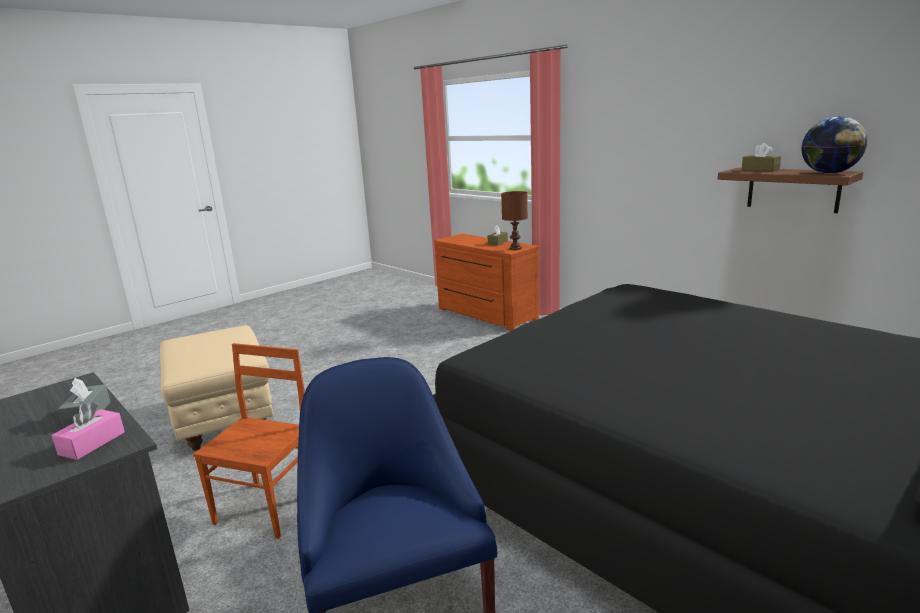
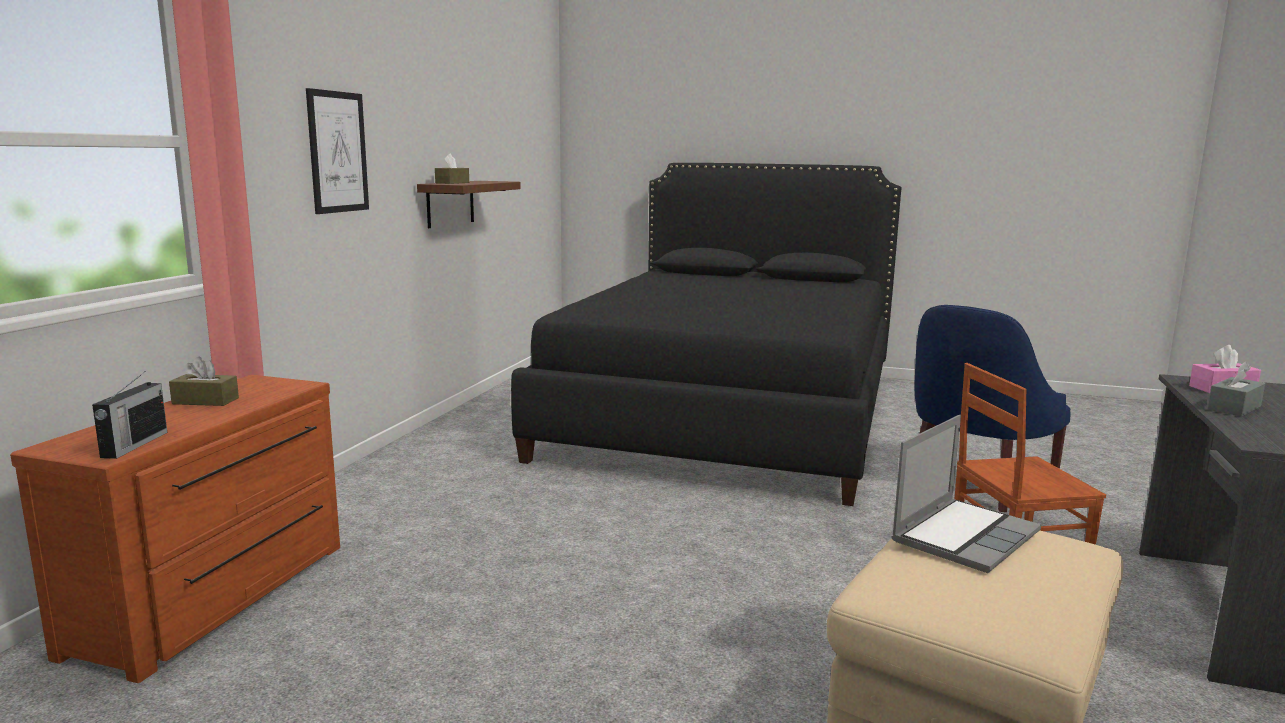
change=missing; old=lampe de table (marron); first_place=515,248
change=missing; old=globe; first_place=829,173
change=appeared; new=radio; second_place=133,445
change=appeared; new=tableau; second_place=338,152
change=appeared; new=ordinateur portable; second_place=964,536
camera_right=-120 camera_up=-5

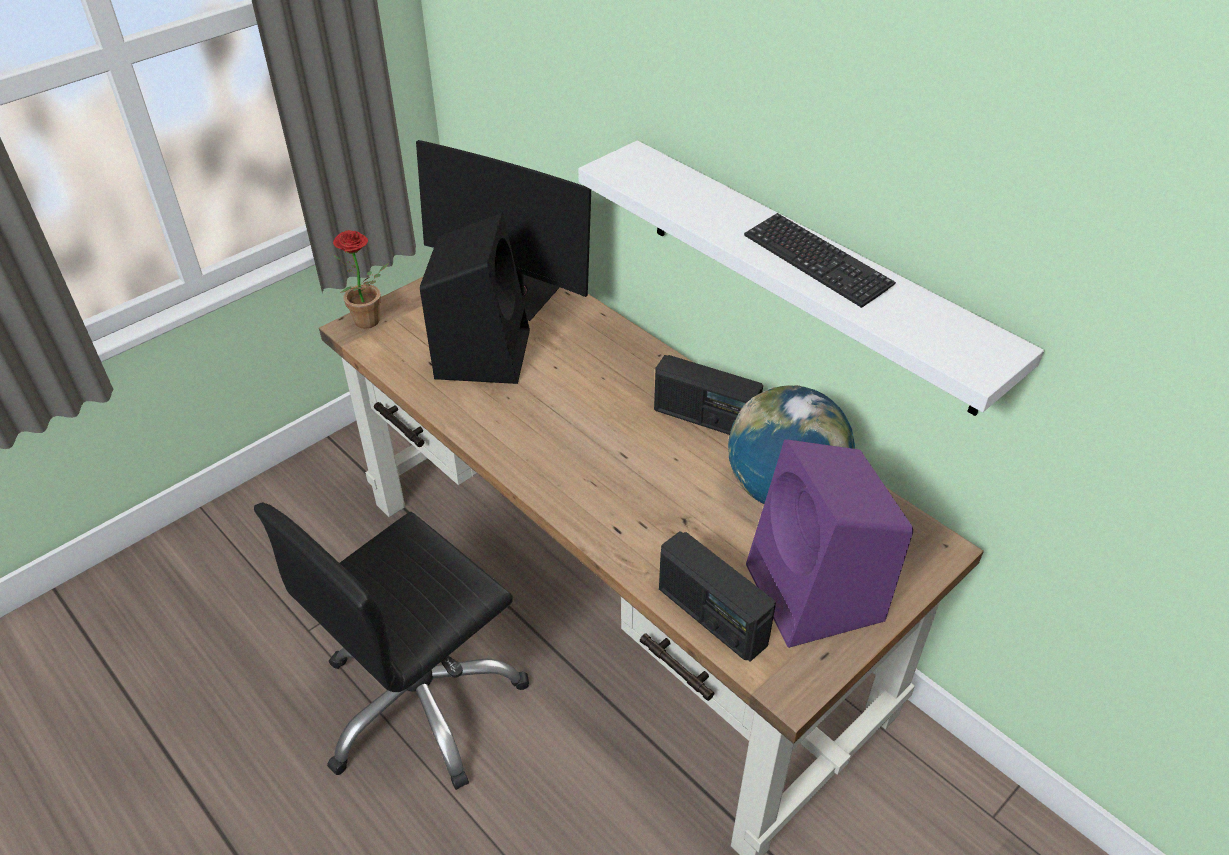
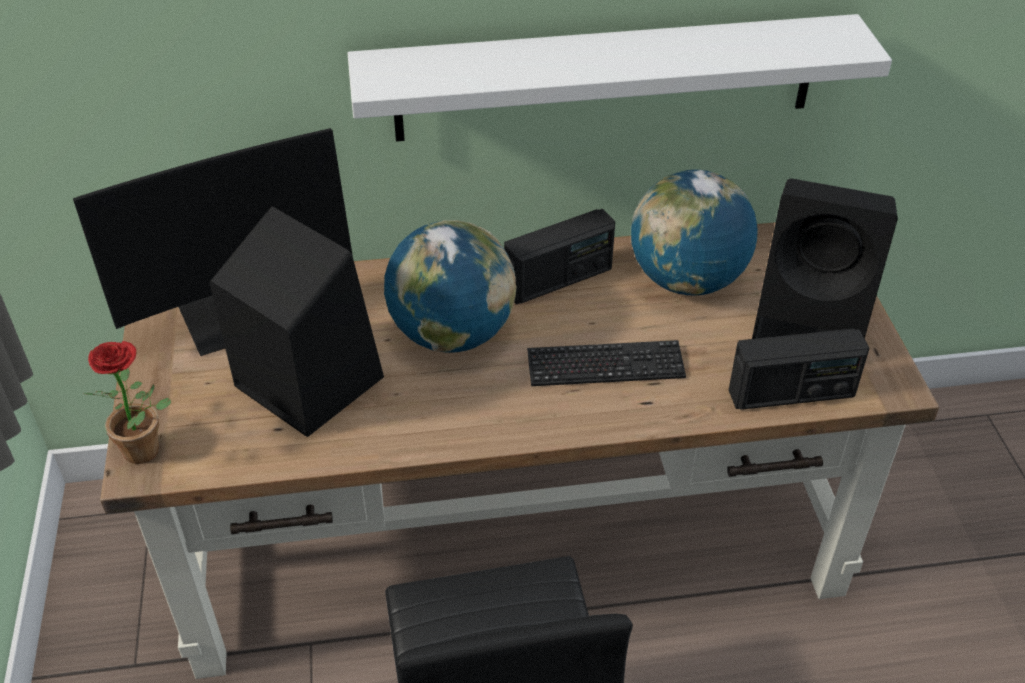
change=relocated; old=clavier; first_place=816,262; second_place=605,366
change=colour; old=enceinte (violet); new=enceinte (noir); first_place=816,595; second_place=813,323
change=appeared; new=globe; second_place=452,335
camera_right=-55 camera_up=0

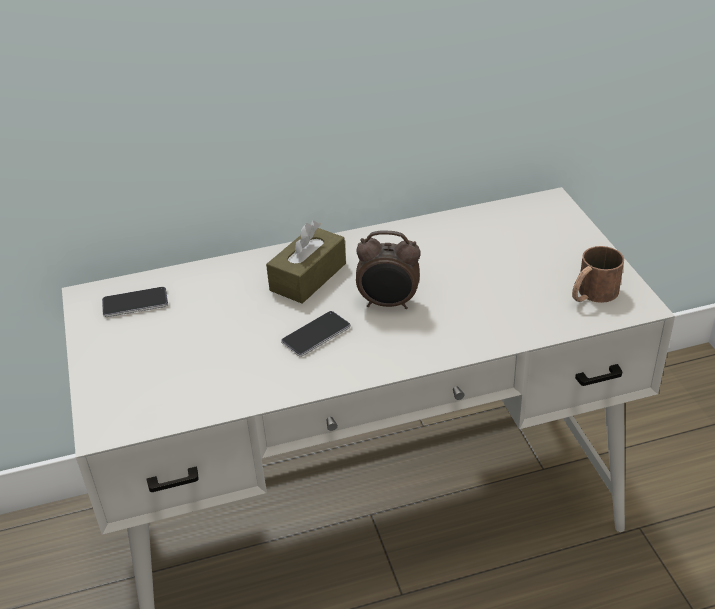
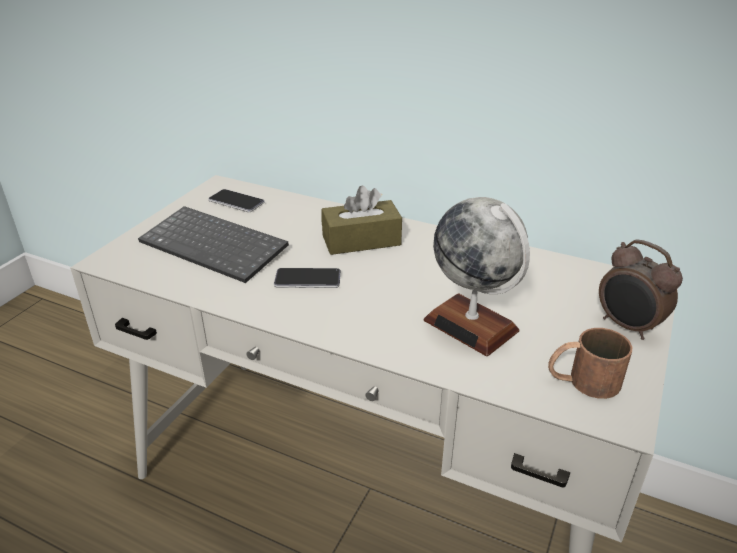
change=relocated; old=réveil; first_place=388,304; second_place=627,326
change=appeared; new=clavier; second_place=216,245
change=appeared; new=globe; second_place=471,325
camera_right=40 camera_up=-5

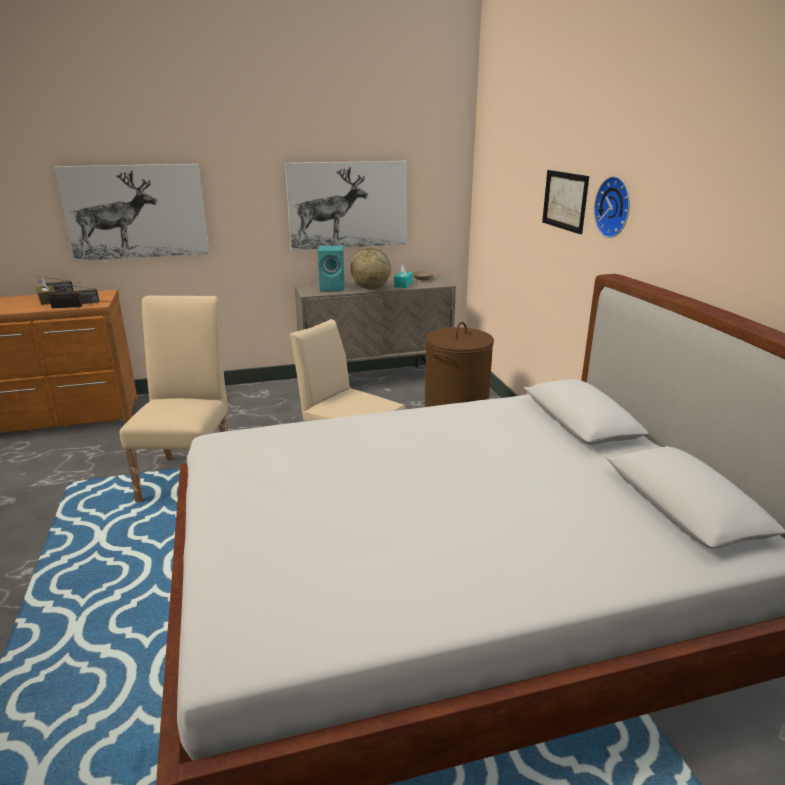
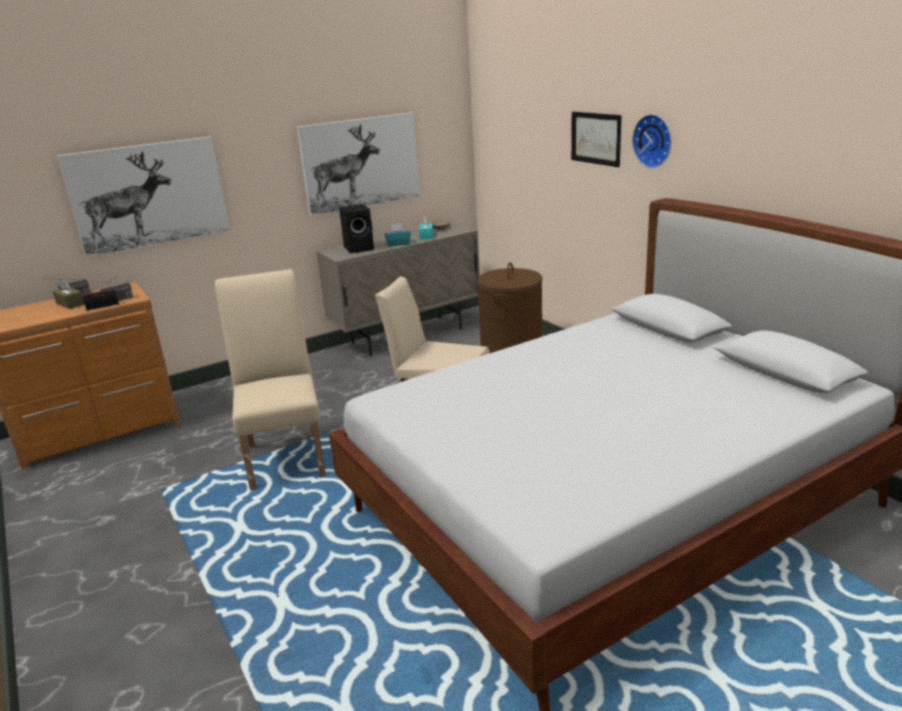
change=colour; old=enceinte (turquoise); new=enceinte (noir); first_place=333,287; second_place=360,248
change=exchanged; old=globe; new=boîte à mouchoirs (turquoise); first_place=370,288; second_place=398,243
camera_right=-15 camera_up=0

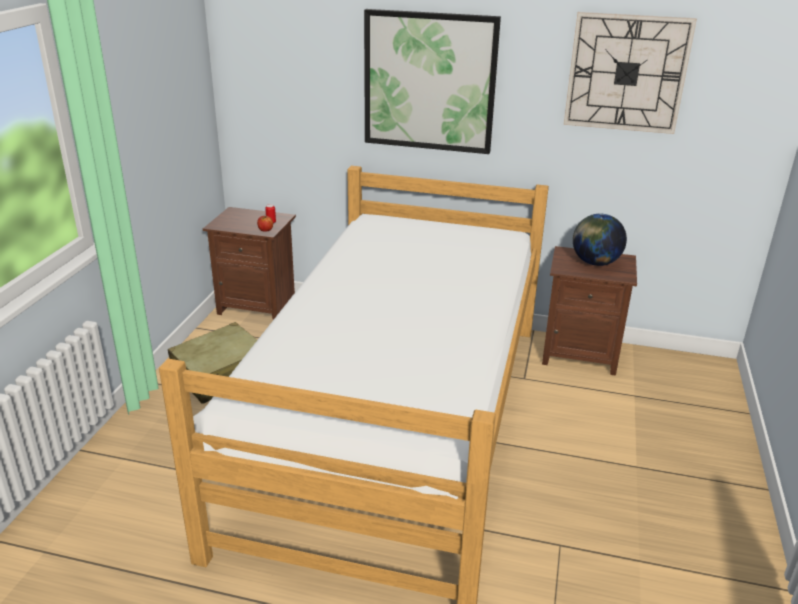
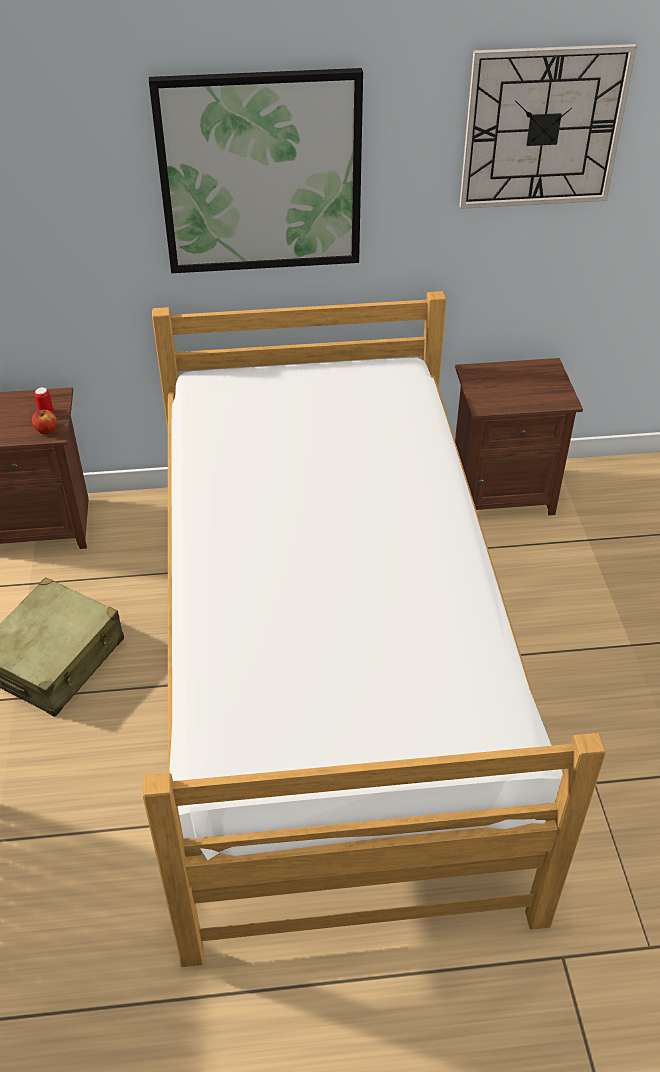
change=missing; old=globe; first_place=595,263
camera_right=-20 camera_up=15

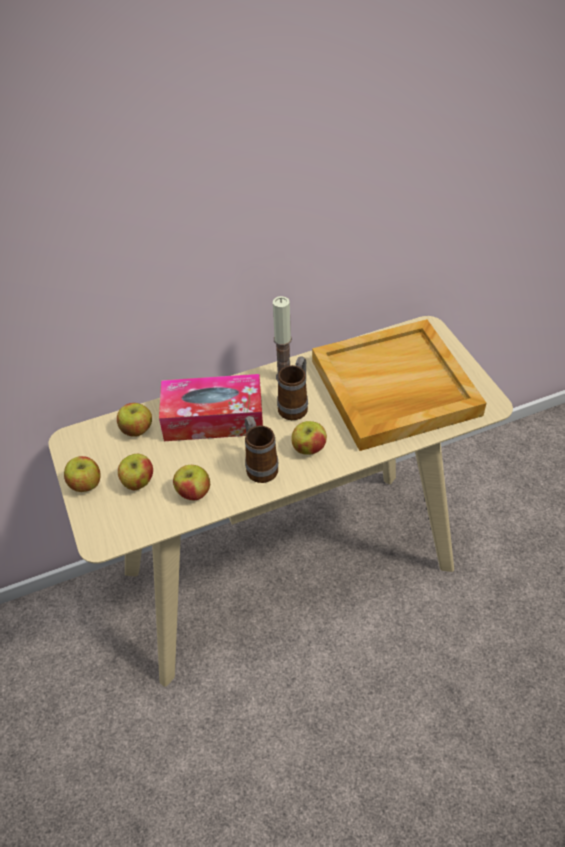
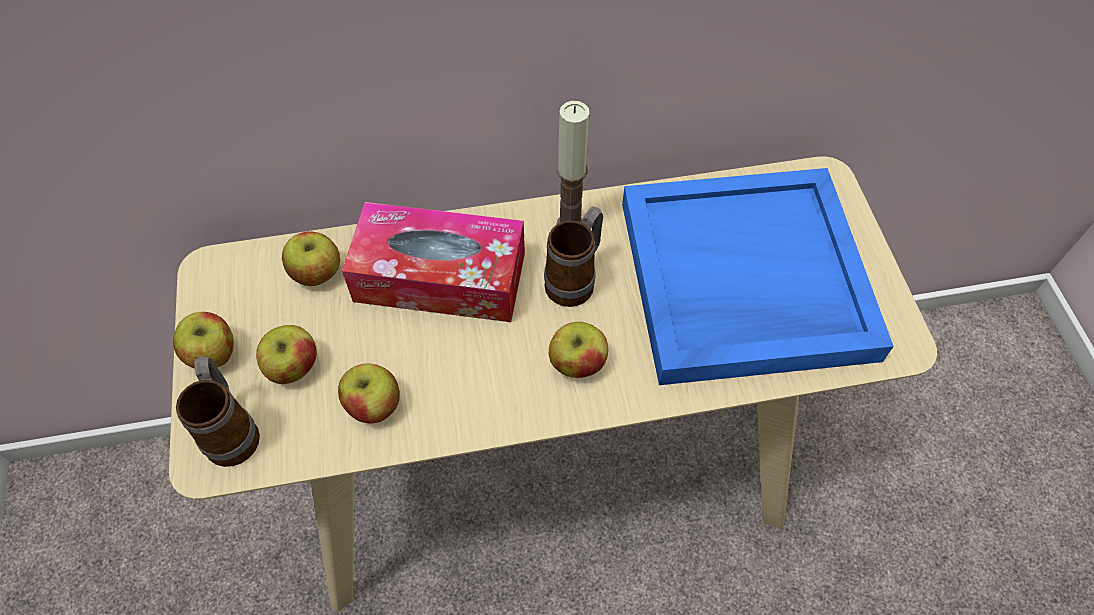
change=relocated; old=mug; first_place=259,465; second_place=233,430
change=colour; old=plateau (beige); new=plateau (bleu); first_place=394,388; second_place=743,280
camera_right=10 camera_up=10

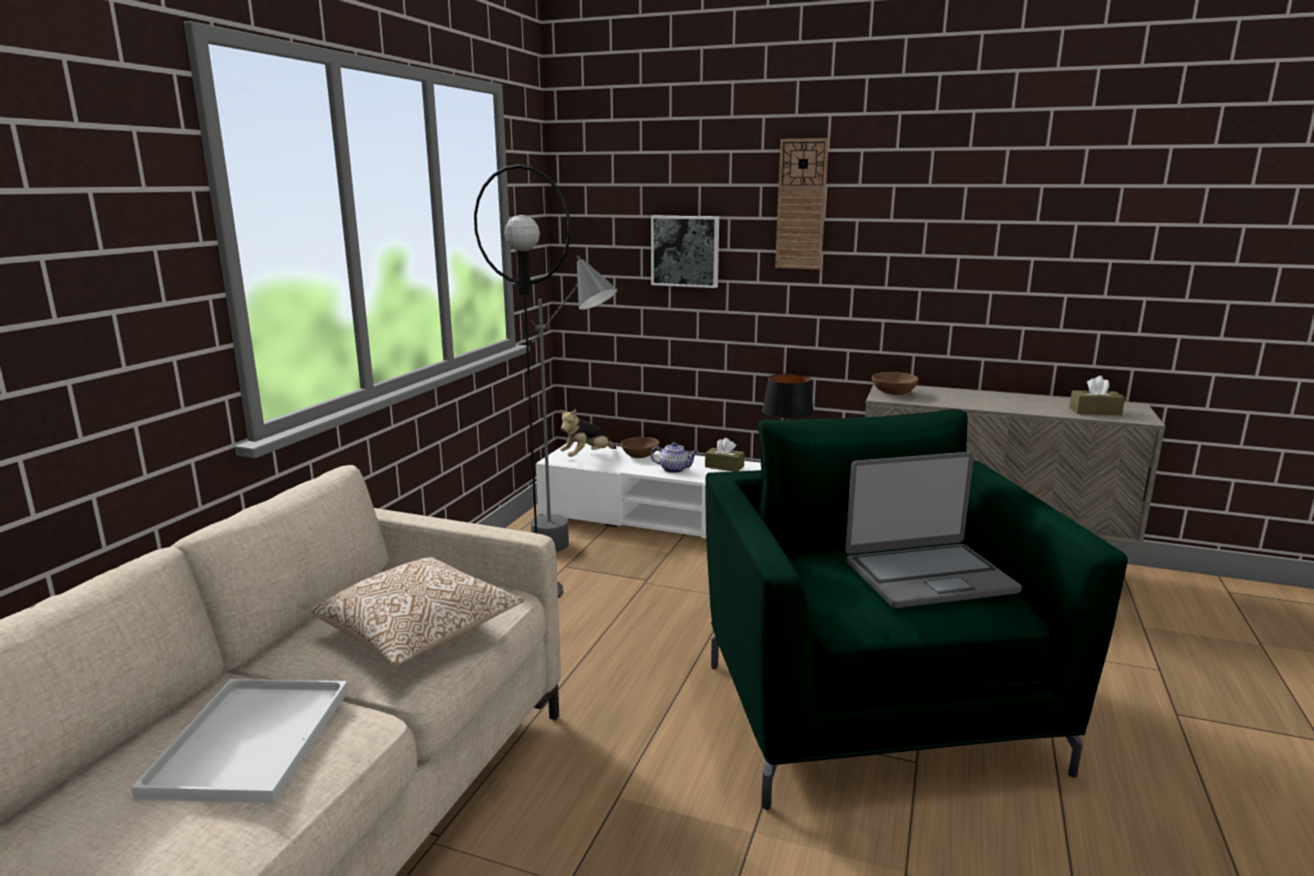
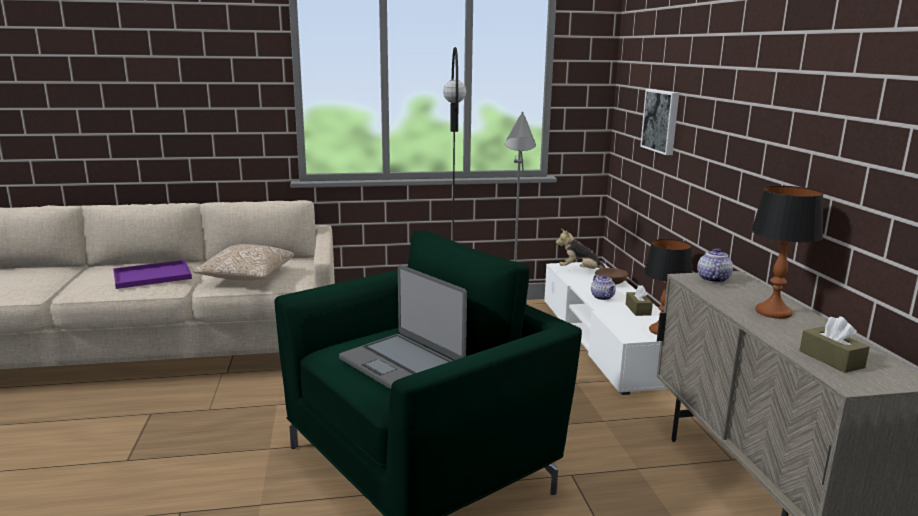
change=colour; old=plateau (blanc); new=plateau (violet); first_place=251,742; second_place=151,276
change=missing; old=horloge murale; first_place=801,204
change=exchanged; old=bol (marron); new=théière; first_place=893,393; second_place=712,279
change=appeared; new=lampe de table; second_place=774,312
camera_right=60 camera_up=0

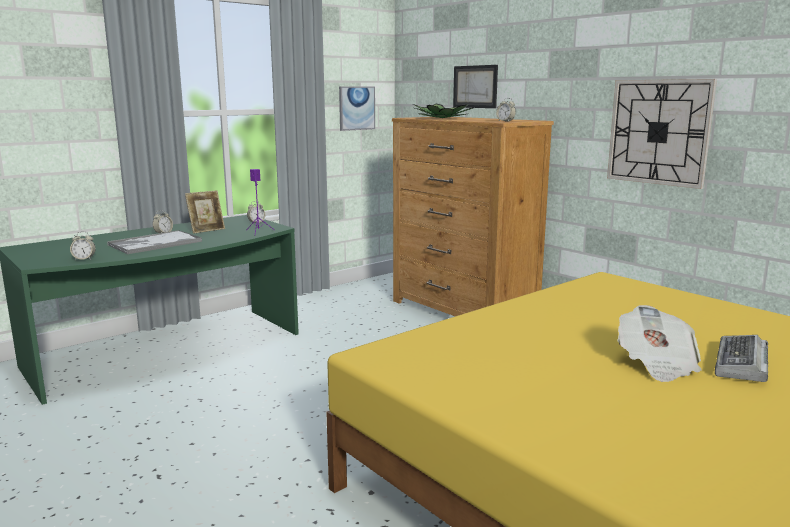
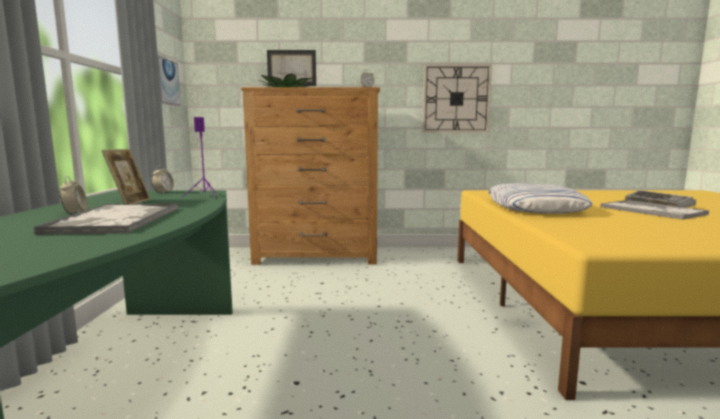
change=missing; old=réveil; first_place=84,259
change=exchanged; old=journal; new=plateau; first_place=656,364; second_place=652,211
change=appeared; new=coussin; second_place=534,207
camera_right=-50 camera_up=-5

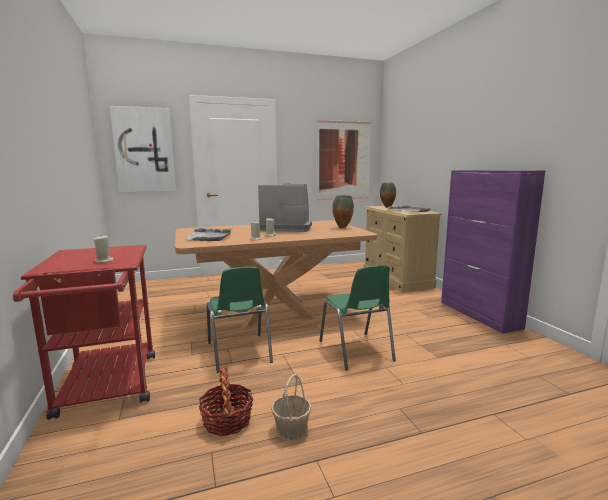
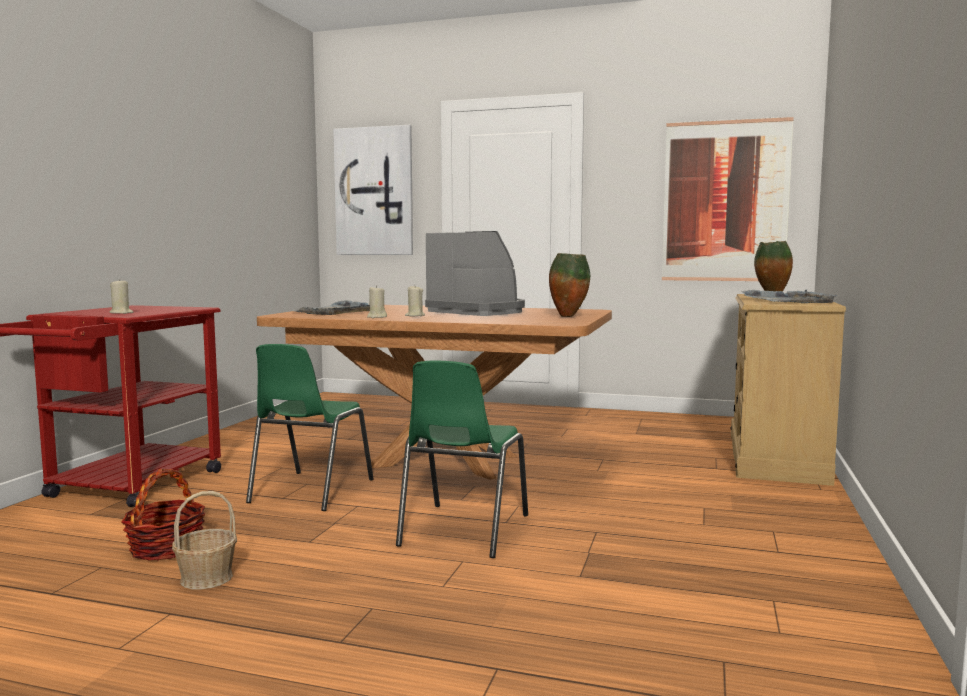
change=missing; old=meuble de rangement (violet); first_place=479,315
camera_right=35 camera_up=-5

